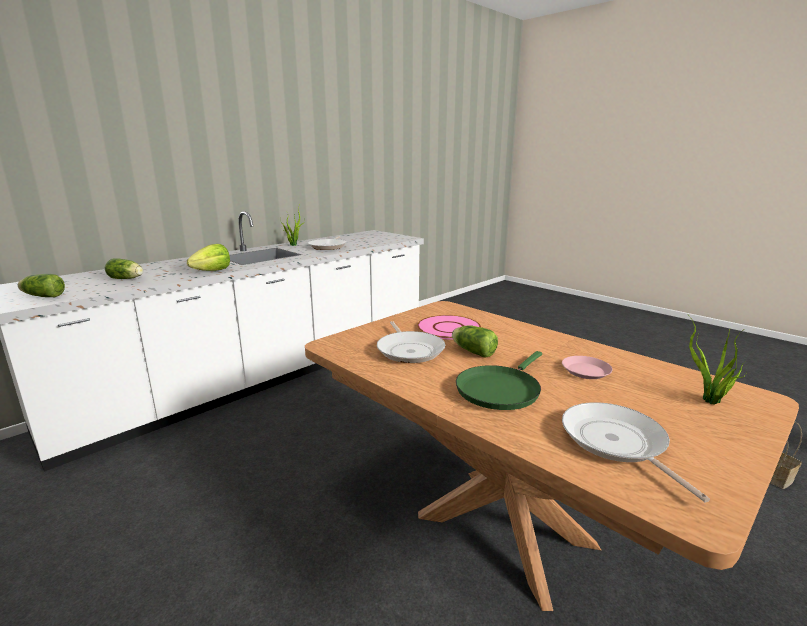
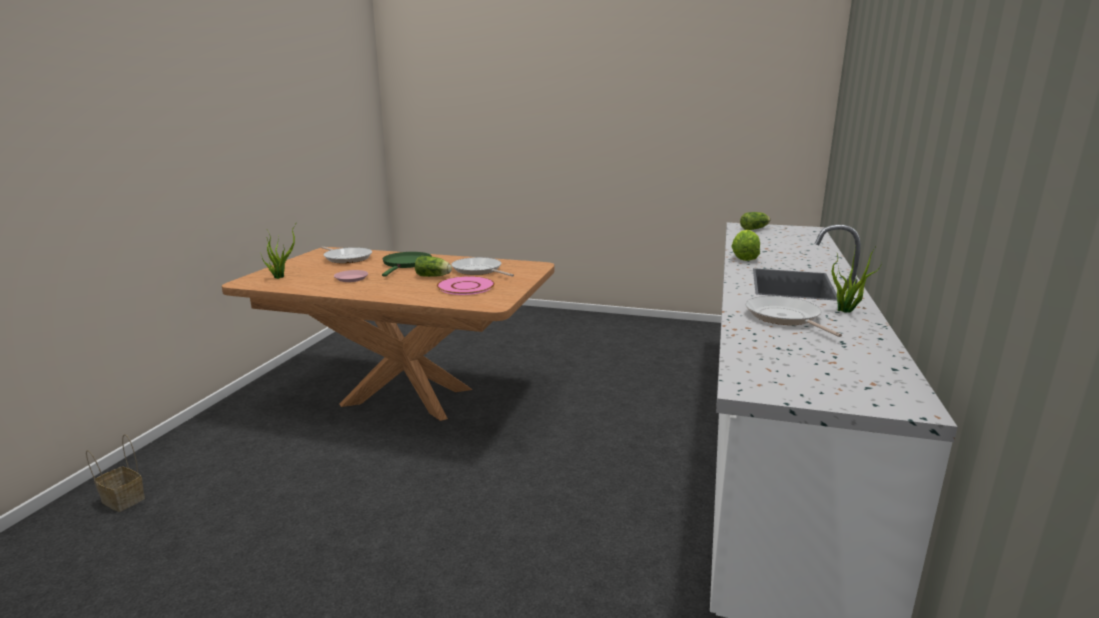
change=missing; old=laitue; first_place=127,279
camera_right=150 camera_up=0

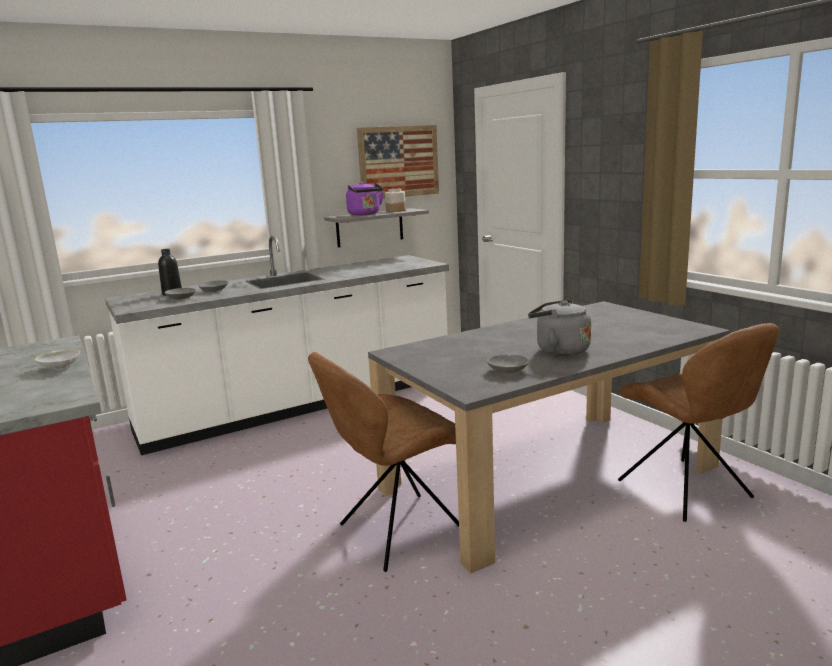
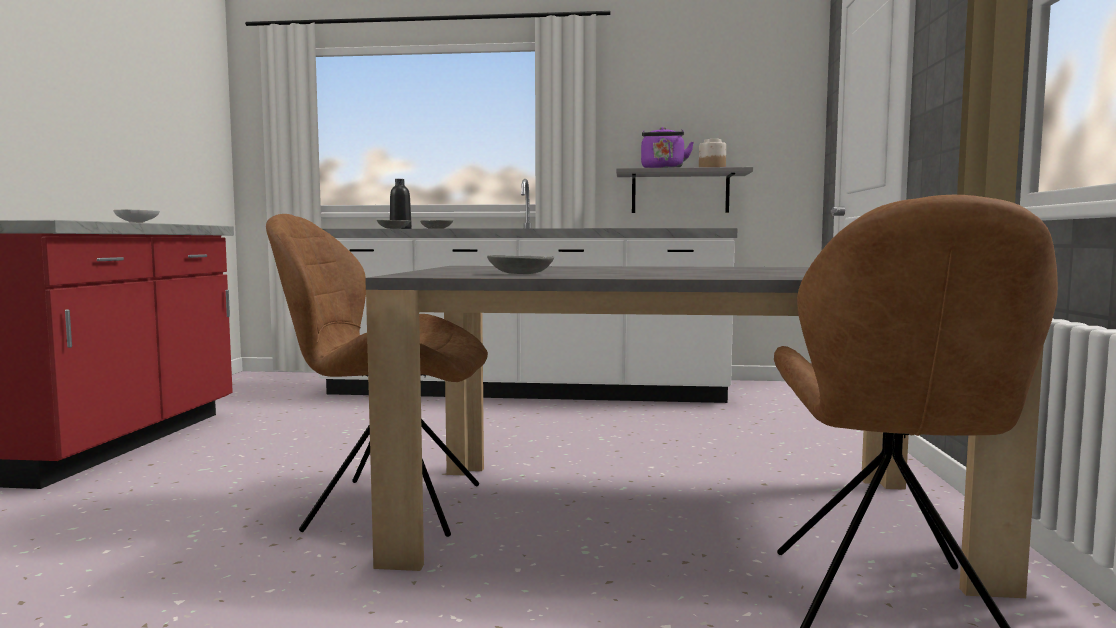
change=missing; old=tableau; first_place=399,162
change=missing; old=bouilloire (gris); first_place=559,350
camera_right=35 camera_up=-10

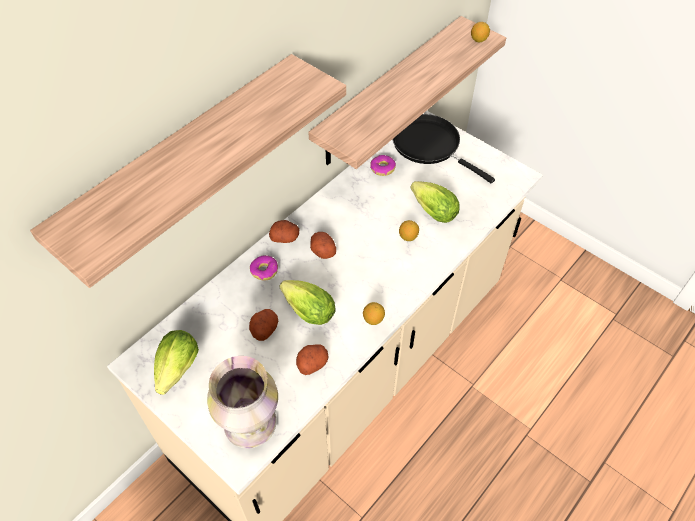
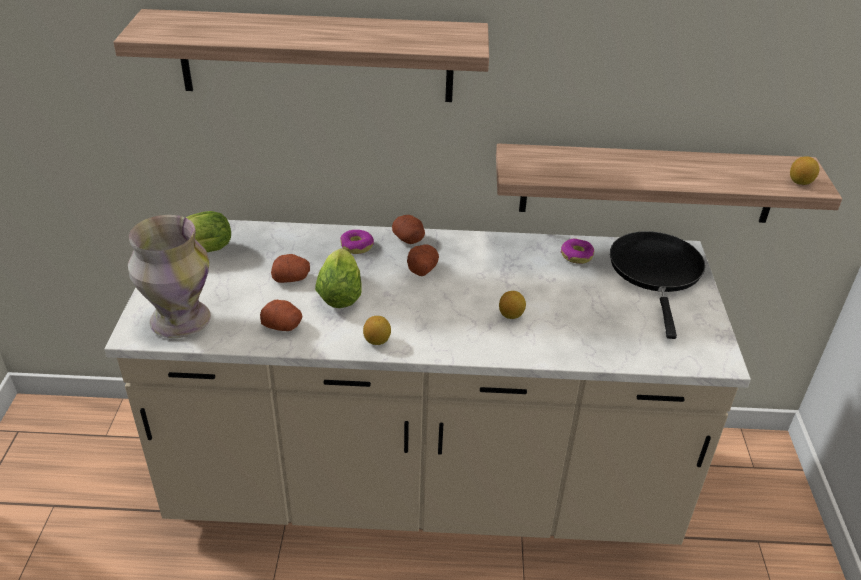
change=missing; old=laitue; first_place=431,210
camera_right=50 camera_up=-15

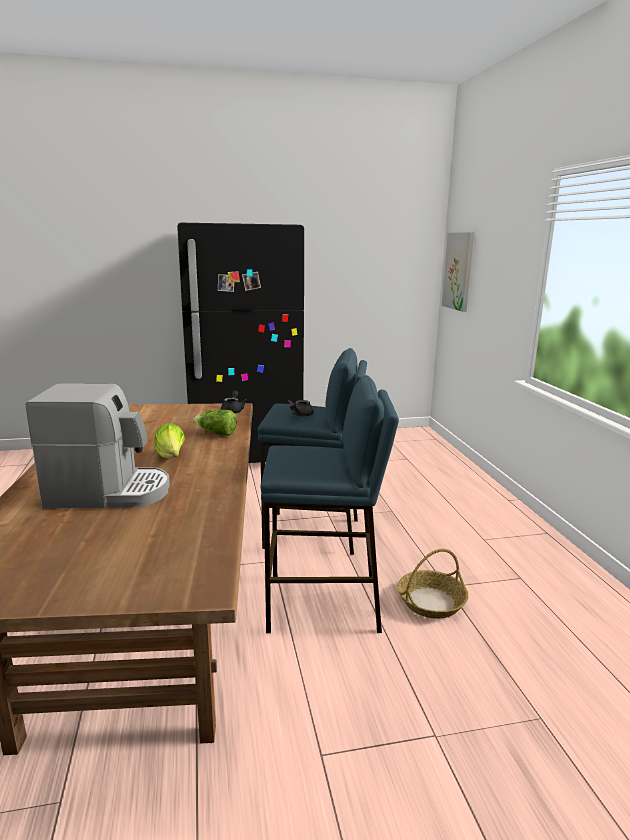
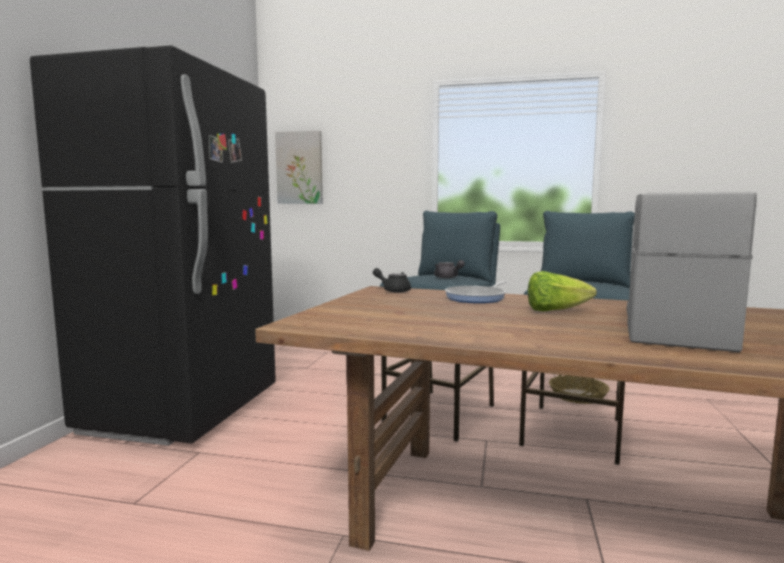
change=exchanged; old=laitue; new=poêle; first_place=216,433; second_place=477,298
camera_right=-65 camera_up=-10

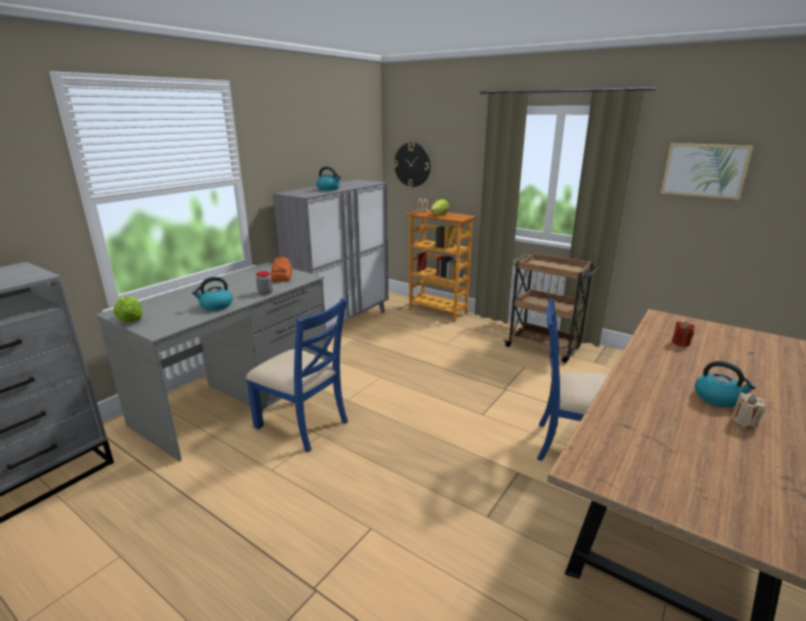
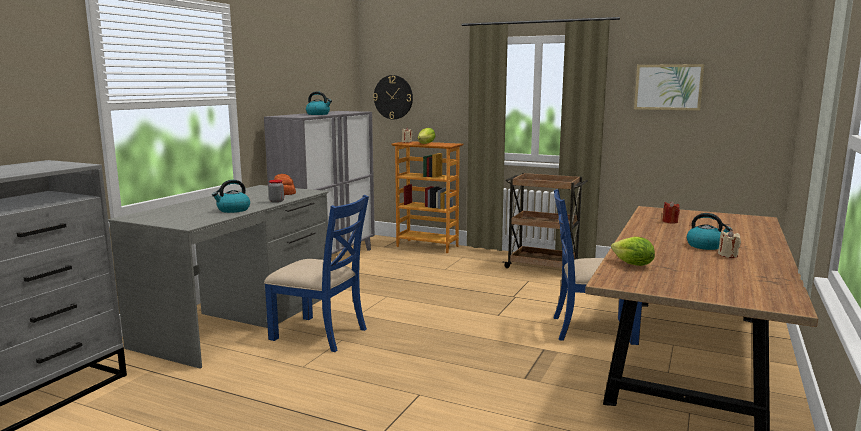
change=relocated; old=laitue; first_place=130,320; second_place=633,265
camera_right=-10 camera_up=-10

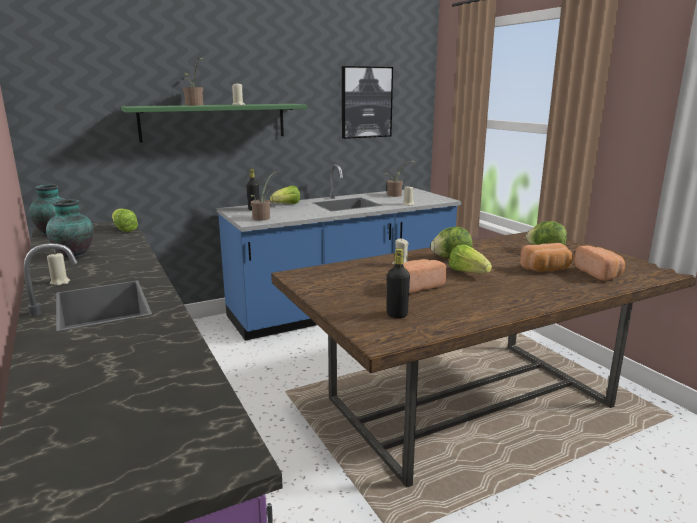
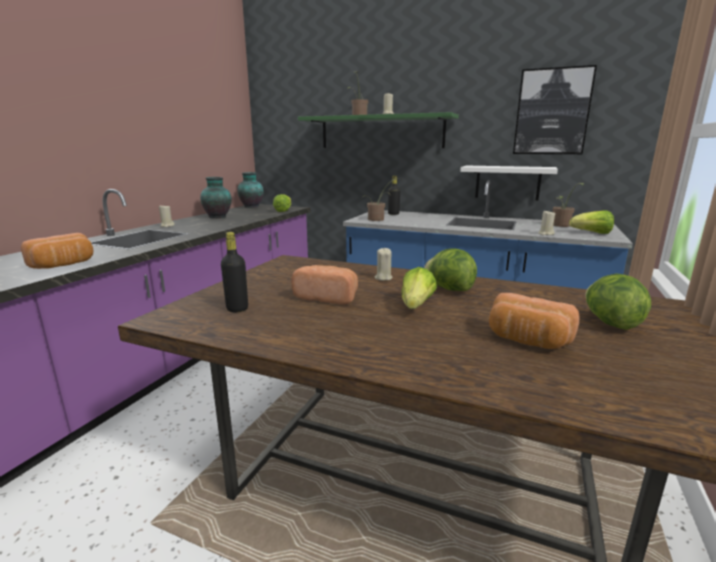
change=relocated; old=laitue; first_place=287,205; second_place=592,233
change=relocated; old=pain; first_place=599,274; second_place=64,265
change=appeared; new=étagère (blanc); second_place=507,182
camera_right=50 camera_up=0

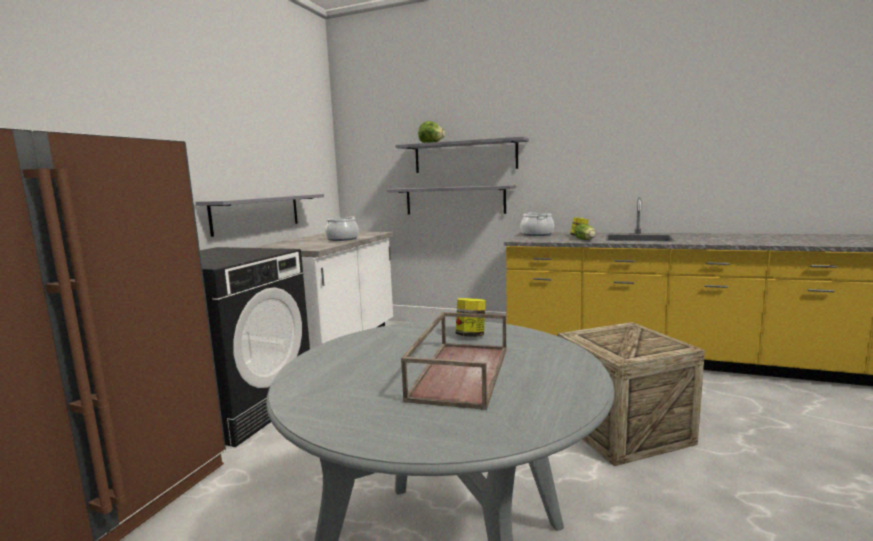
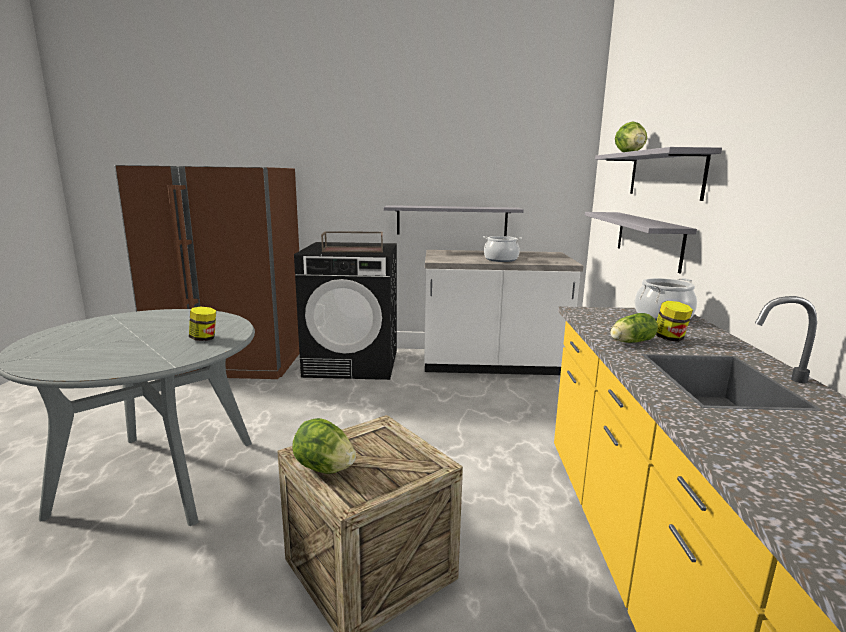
change=relocated; old=plateau (marron); first_place=459,371; second_place=354,249
change=appeared; new=laitue; second_place=324,468
camera_right=70 camera_up=5

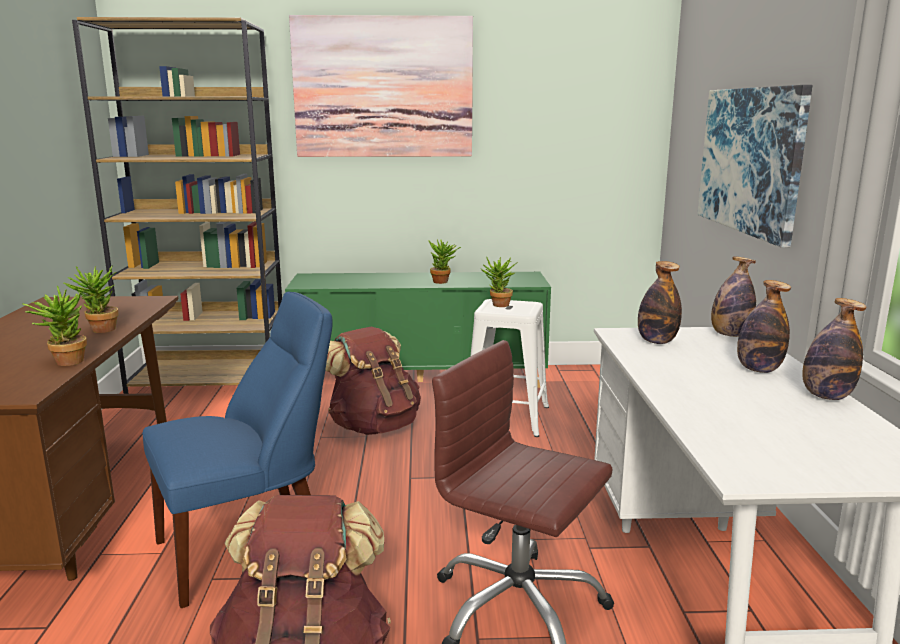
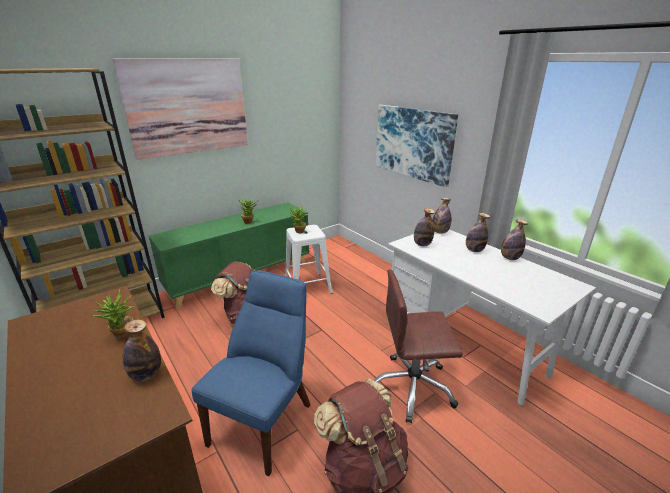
change=exchanged; old=plante en pot; new=bouteille; first_place=64,362; second_place=146,375
camera_right=-35 camera_up=10

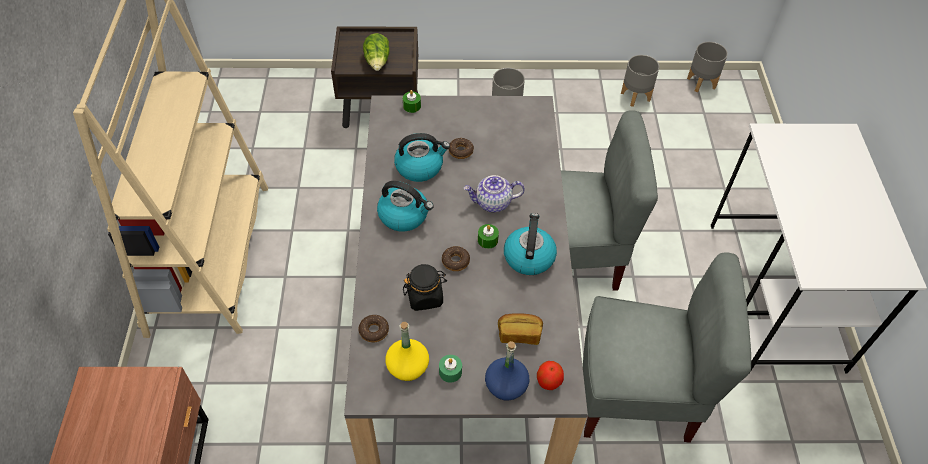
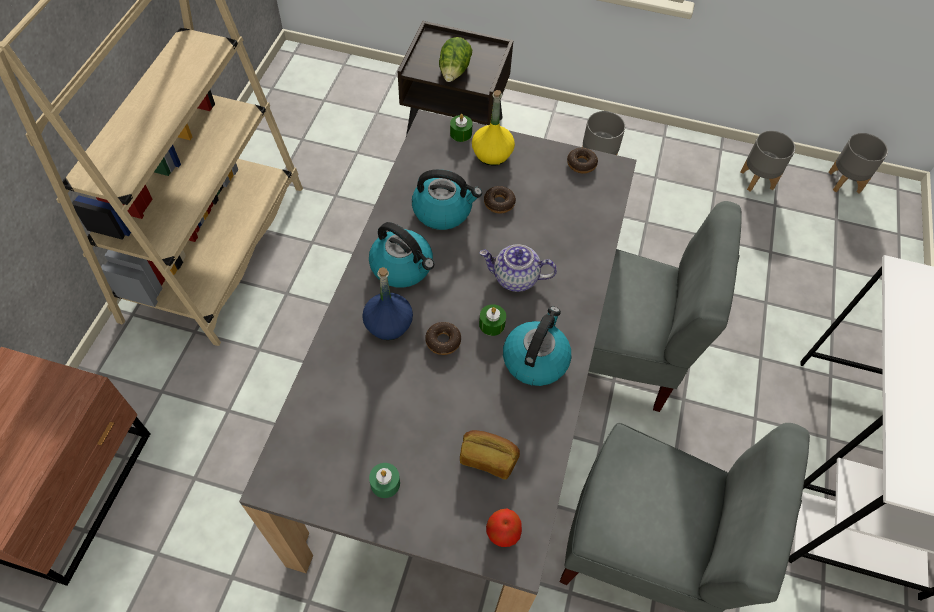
change=relocated; old=beignet; first_place=374,331; second_place=581,164
change=relocated; old=bouteille (jaune); first_place=407,367; second_place=492,154
change=missing; old=bocal (noir); first_place=425,296
change=relocated; old=bouteille (bleu); first_place=506,385; second_place=389,324
camera_right=15 camera_up=5

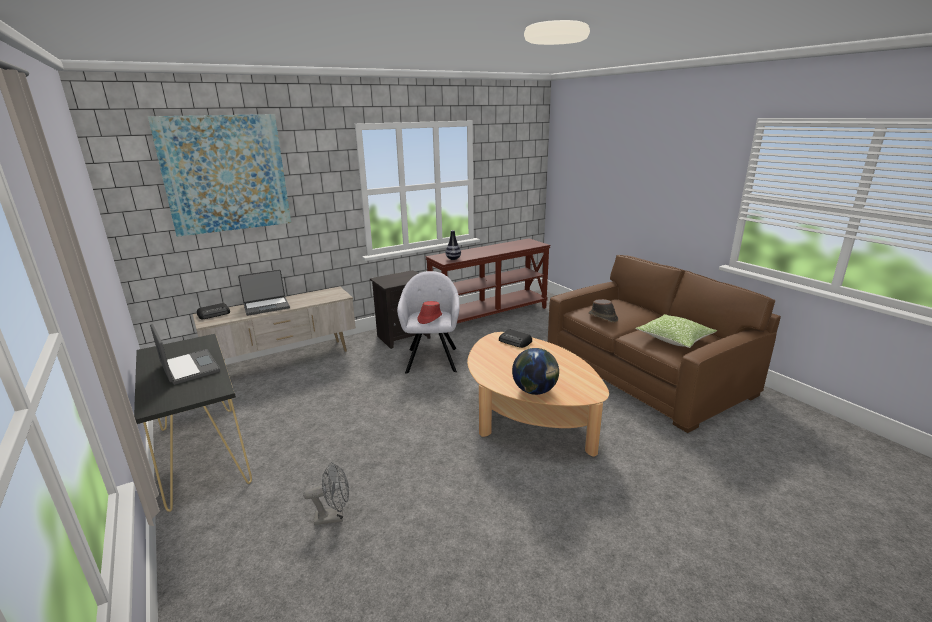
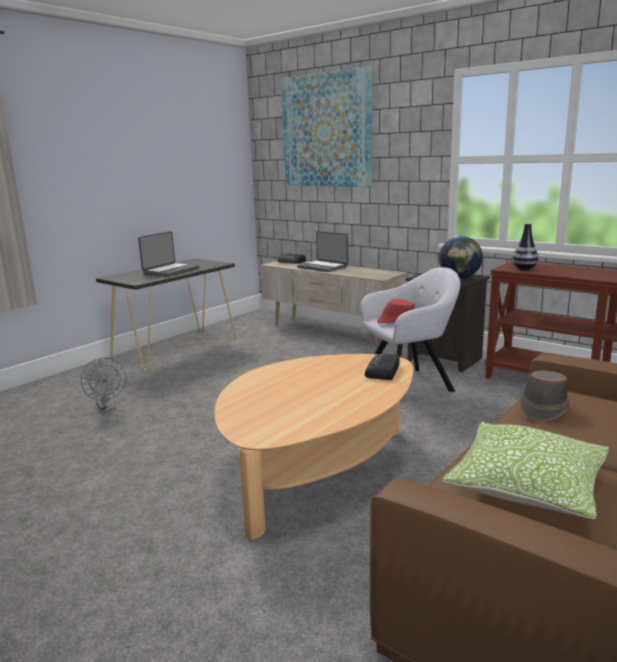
change=relocated; old=globe; first_place=535,391; second_place=459,278
camera_right=70 camera_up=-5

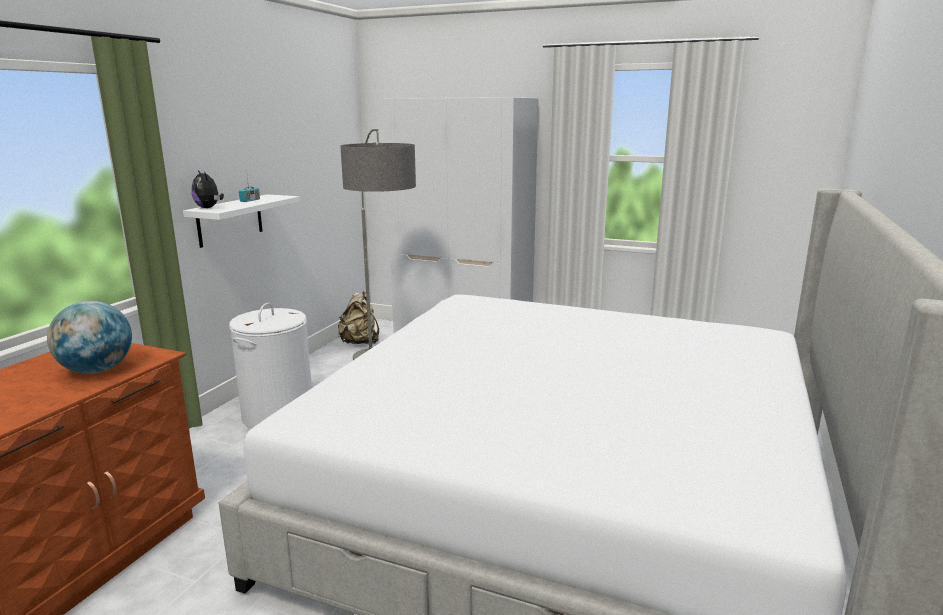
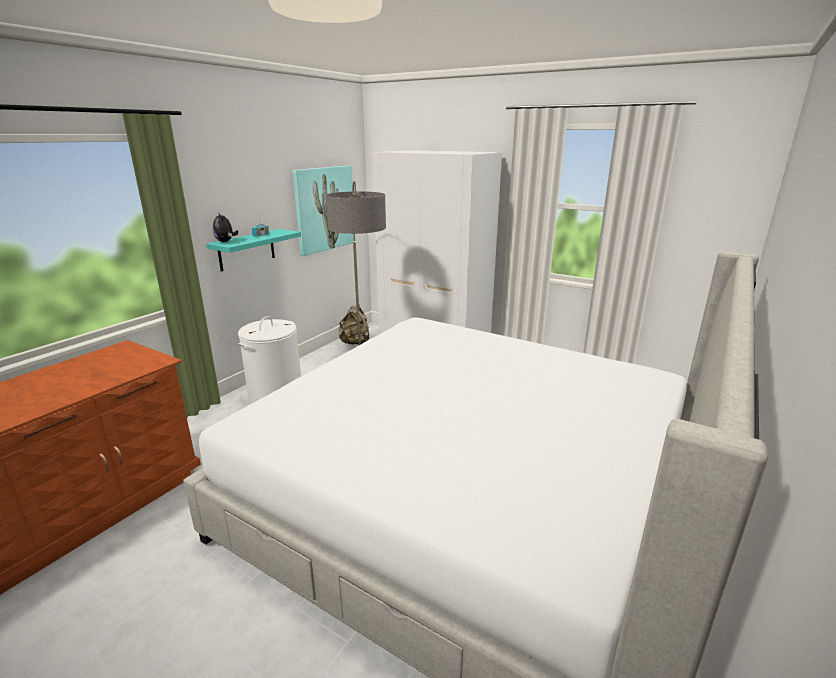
change=missing; old=globe; first_place=97,370
change=colour; old=étagère (blanc); new=étagère (turquoise); first_place=230,220; second_place=246,250
change=appeared; new=tableau; second_place=324,209
camera_right=10 camera_up=5

